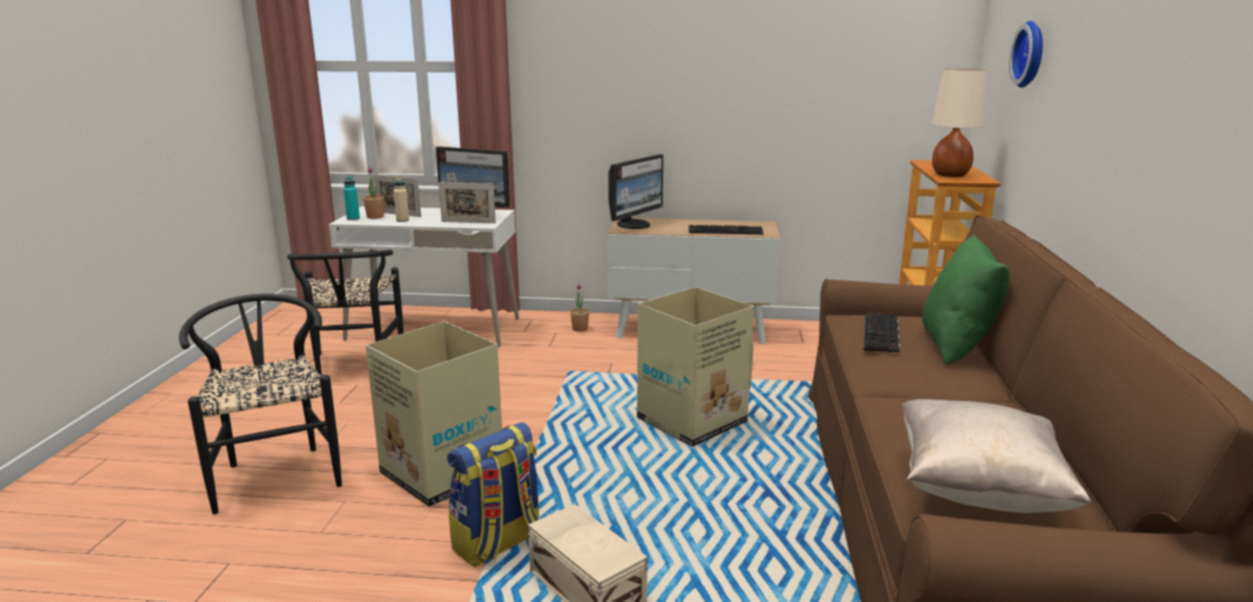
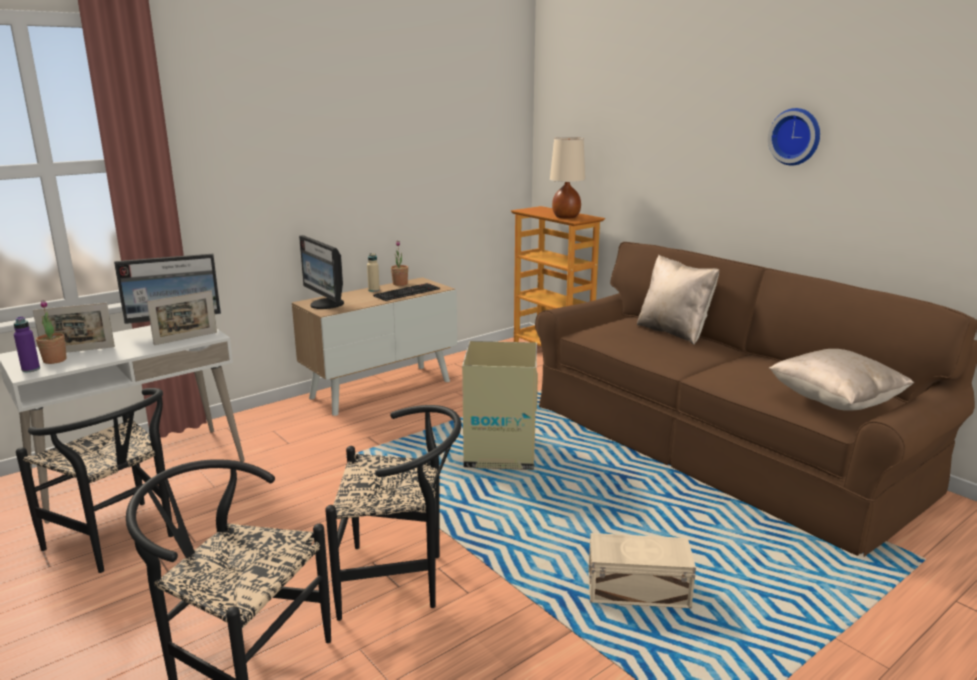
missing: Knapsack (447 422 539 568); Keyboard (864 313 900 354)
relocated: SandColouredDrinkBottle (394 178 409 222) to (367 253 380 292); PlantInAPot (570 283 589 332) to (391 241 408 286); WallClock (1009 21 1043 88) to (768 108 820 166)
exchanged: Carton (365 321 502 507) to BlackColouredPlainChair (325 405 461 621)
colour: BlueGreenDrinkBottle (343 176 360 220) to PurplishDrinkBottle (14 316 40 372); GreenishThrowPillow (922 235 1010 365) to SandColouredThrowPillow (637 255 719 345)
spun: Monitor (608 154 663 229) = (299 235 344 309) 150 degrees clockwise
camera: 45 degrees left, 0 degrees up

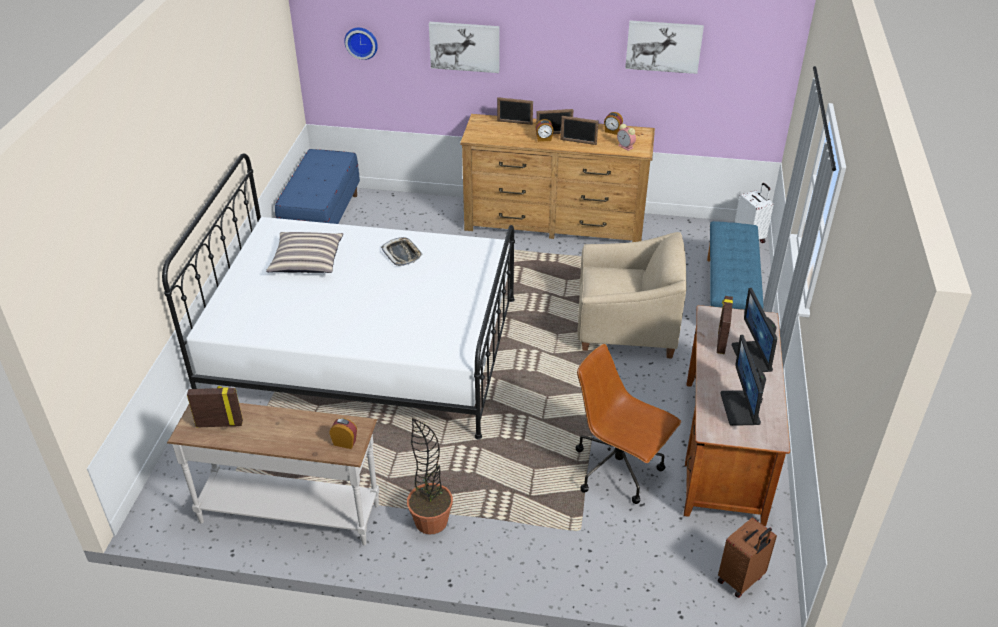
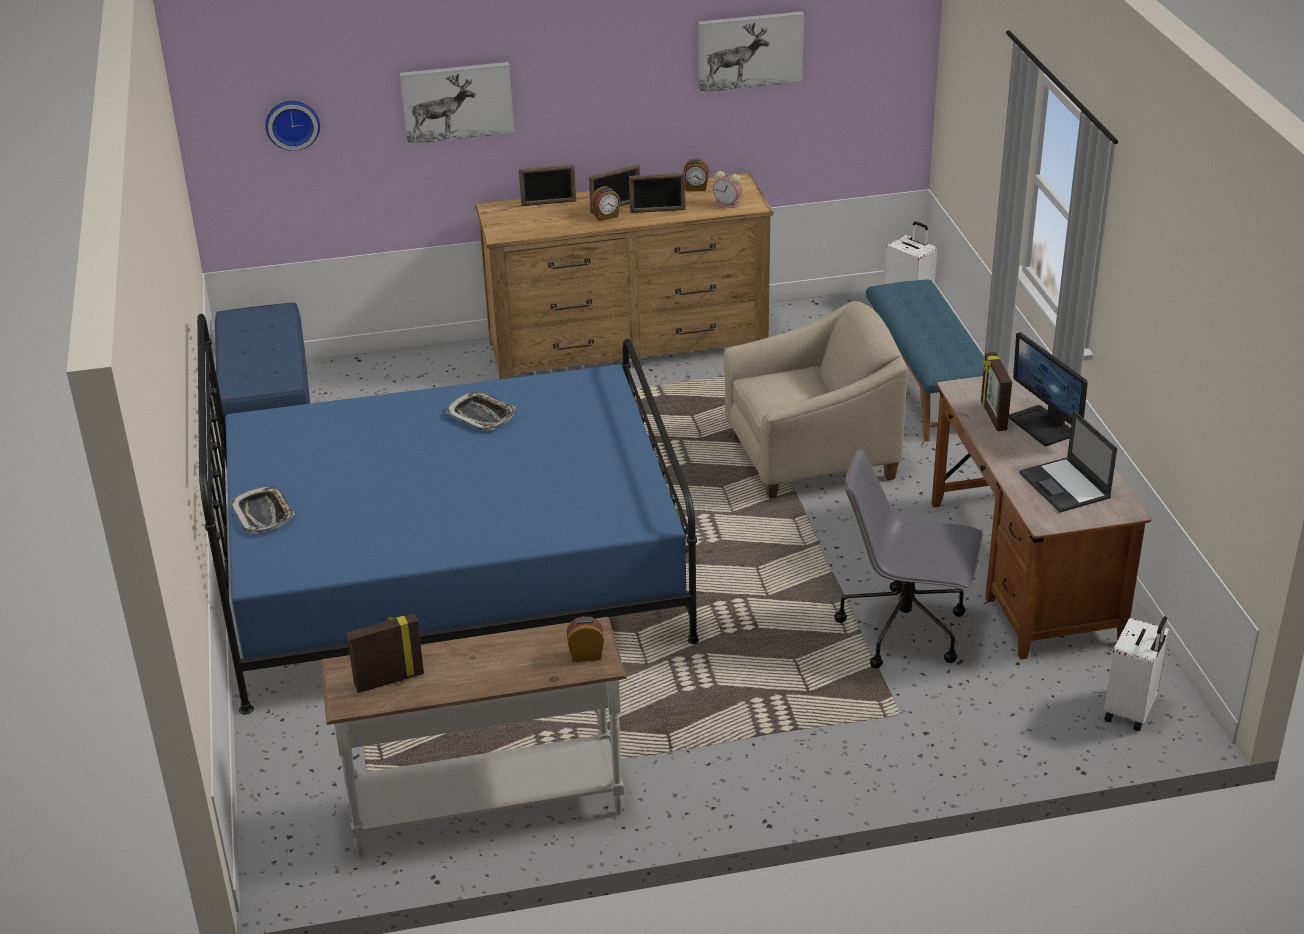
missing: ThrowPillow (266 232 343 273); PlantInAPot (407 418 453 534)
appeared: ServingTray (230 486 295 534)
exchanged: Monitor (720 335 766 426) to PortableComputer (1019 410 1117 512)
colour: WhitishBedroomBed (162 153 515 439) to BlueBedroomBed (197 314 699 715); BrownishComputerChair (576 344 681 504) to GreyComputerChair (834 449 983 668); BrownishSuitcase (718 517 777 598) to WhitishSuitcase (1104 616 1169 731)
camera: 20 degrees left, 5 degrees down

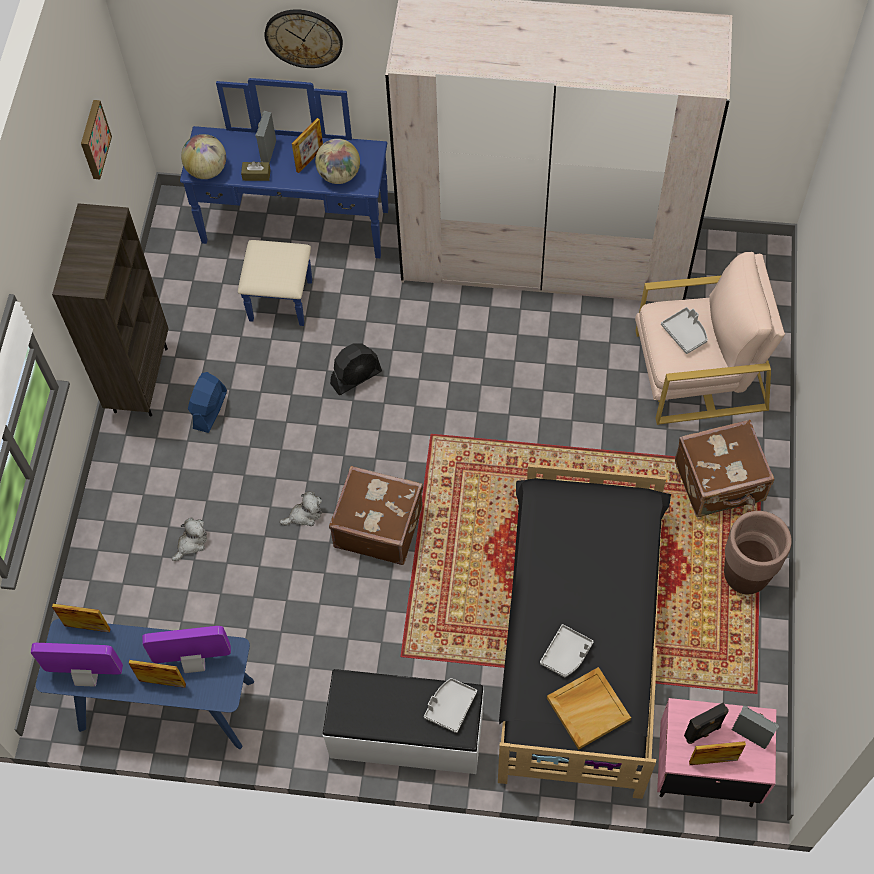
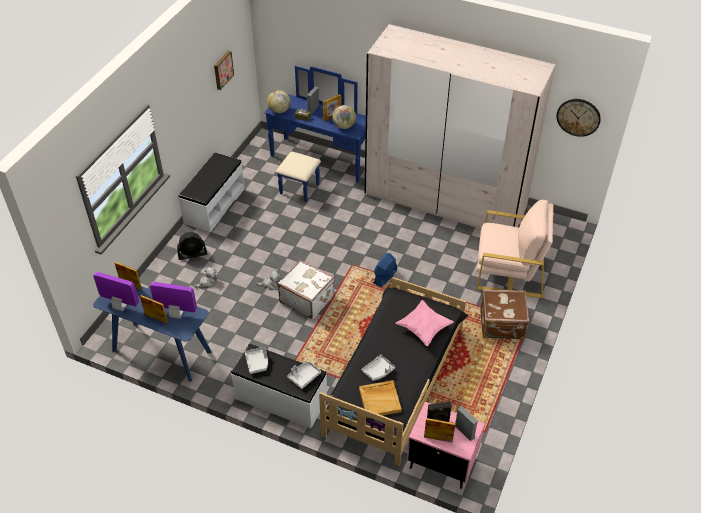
missing: BrownishPlanter (724 511 792 594)
appeared: PinkThrowPillow (396 300 454 346)
relocated: BlueElectricFan (188 372 227 433) to (373 253 397 287); WallClock (265 9 343 68) to (556 99 601 137); BlackColouredElectricFan (330 344 382 395) to (177 232 207 260); GreyServingTray (661 307 708 354) to (245 347 268 374)
exchanged: BrownishBookcase (52 203 169 416) to WhitishLongSeat (178 153 245 233)
colour: BrownishSuitcase (329 466 423 565) to WhitishSuitcase (278 260 335 319)
camera: 15 degrees right, 15 degrees down

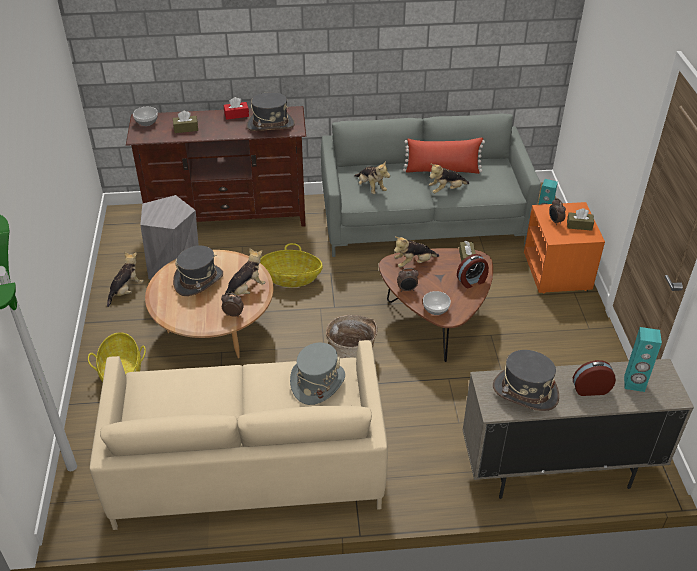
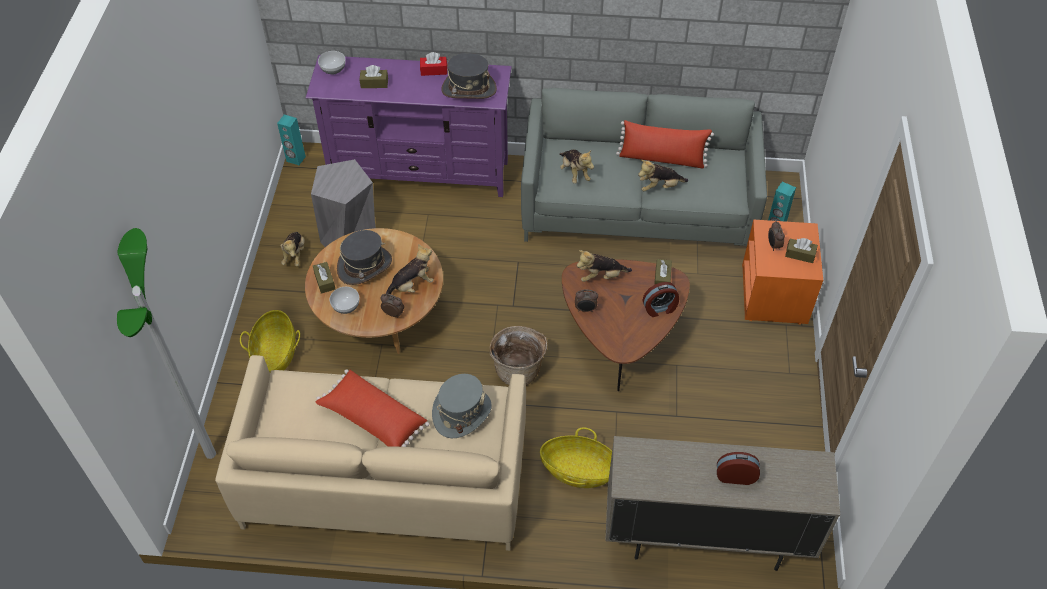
missing: GreyClothingHat (493 350 559 411)
appeared: BrownishTissueHolder (313 262 335 294); ReddishThrowPillow (316 370 430 447)
relocated: HouseholdBasket (260 243 323 287) to (540 427 612 488); Bowl (423 291 451 315) to (330 287 359 314); BlueGreenLoudspeaker (624 327 662 392) to (277 114 306 165)
colour: BrownishTvUnit (126 106 306 227) to PurplishTvUnit (306 55 512 197)
spun: CuddlyToy (107 252 144 307) = (280 232 305 267) 135 degrees clockwise
camera: 10 degrees right, 10 degrees up

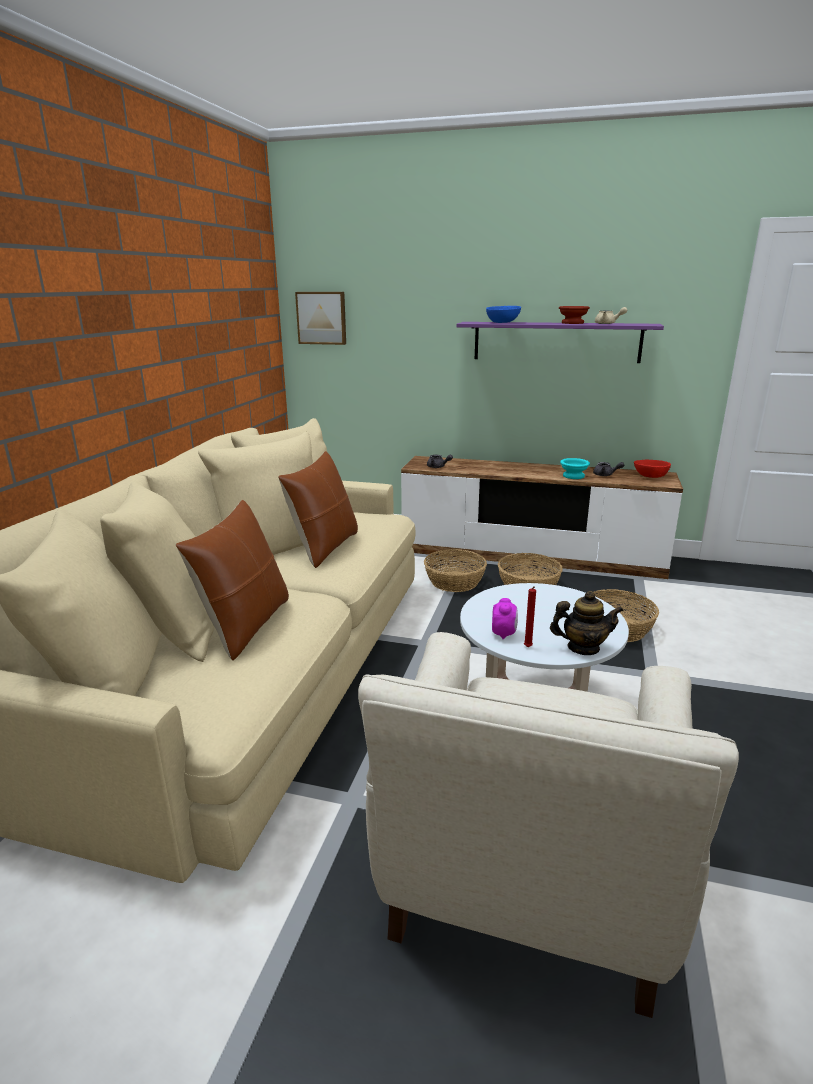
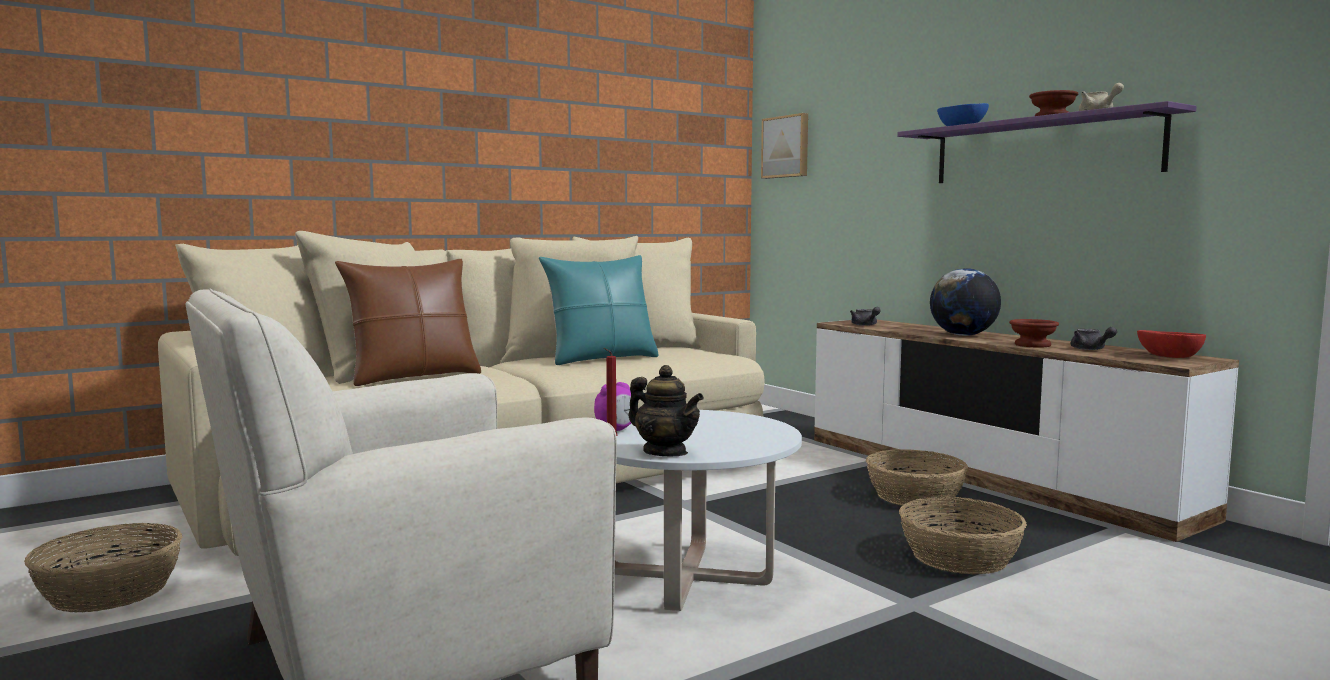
appeared: Globe (930 268 1001 336)
relocated: HouseholdBasket (424 549 487 592) to (24 523 182 612)
colour: BrownishThrowPillow (278 451 358 568) to BlueGreenThrowPillow (539 255 659 365); BlueGreenBowl (560 458 590 479) to BrownishBowl (1009 319 1059 348)
camera: 40 degrees right, 15 degrees down

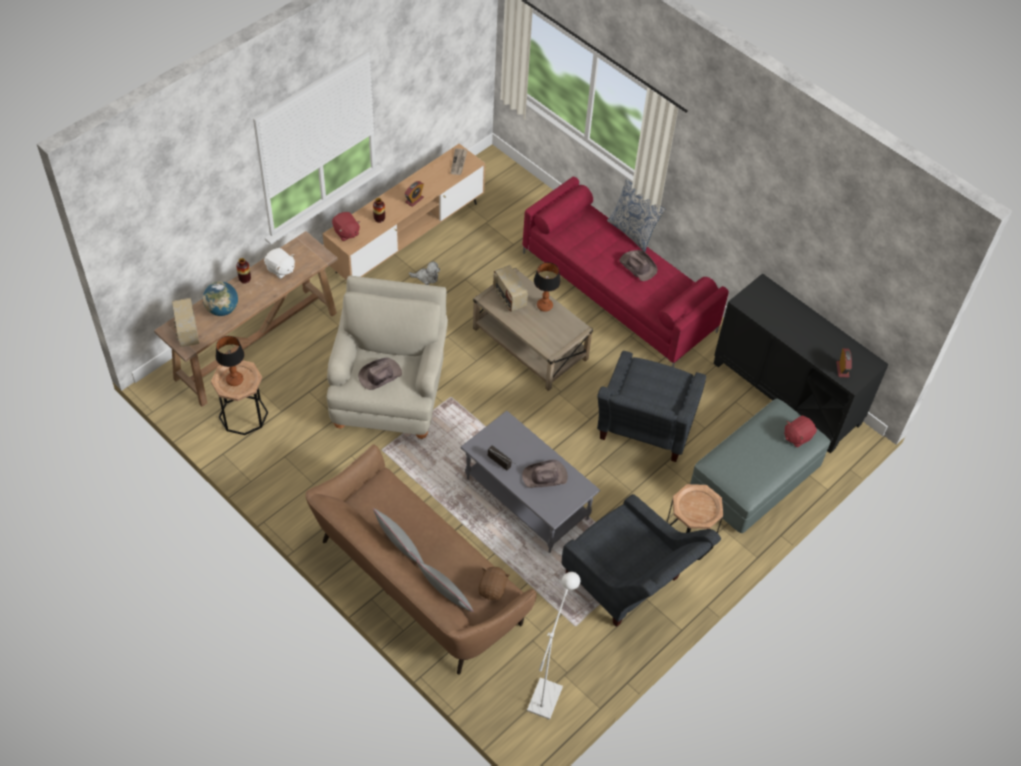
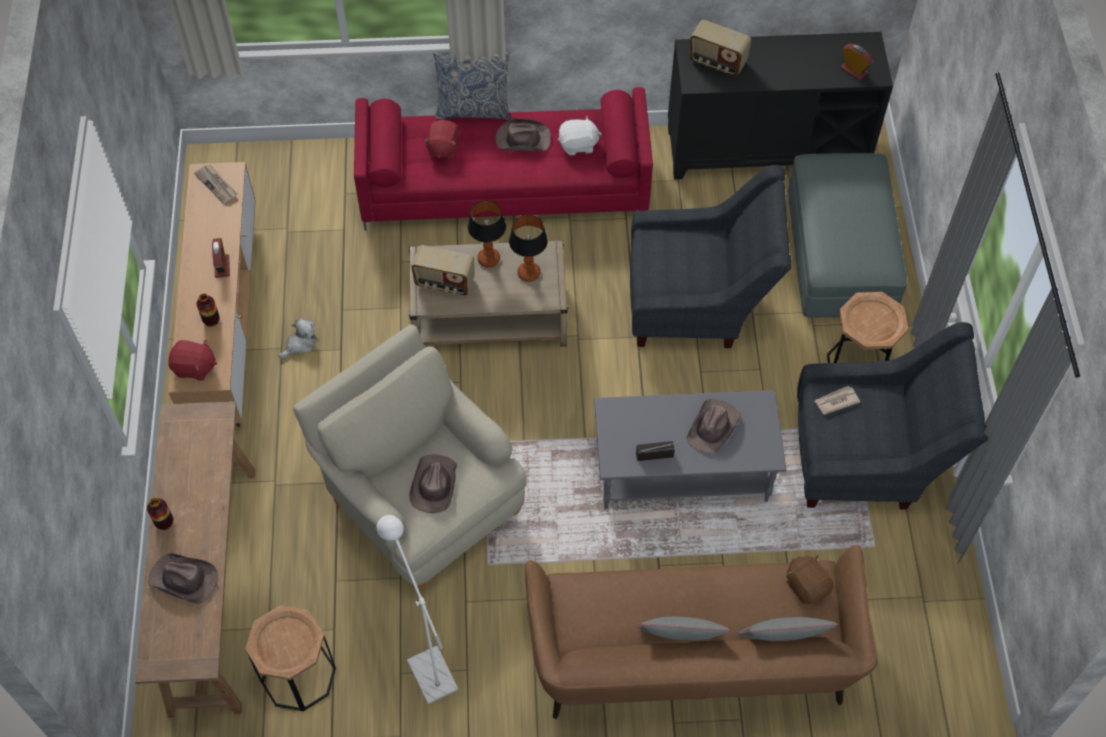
appeared: Newspaper (815 386 860 415)
relocated: RadioReceiver (172 298 199 347) to (689 20 752 76); LampForATable (216 336 245 386) to (509 214 548 282); WhitishCuddlyToy (264 248 295 279) to (558 115 602 156); WhitishStandardLamp (527 572 580 720) to (377 515 458 704); ReddishCuddlyToy (784 416 817 448) to (424 120 459 159)
exchanged: Globe (203 281 238 316) to BrownishClothingHat (148 553 218 604)
spun: GreyEasyChair (597 351 706 462) = (630 165 792 348) 60 degrees counterclockwise
camera: 45 degrees left, 5 degrees up

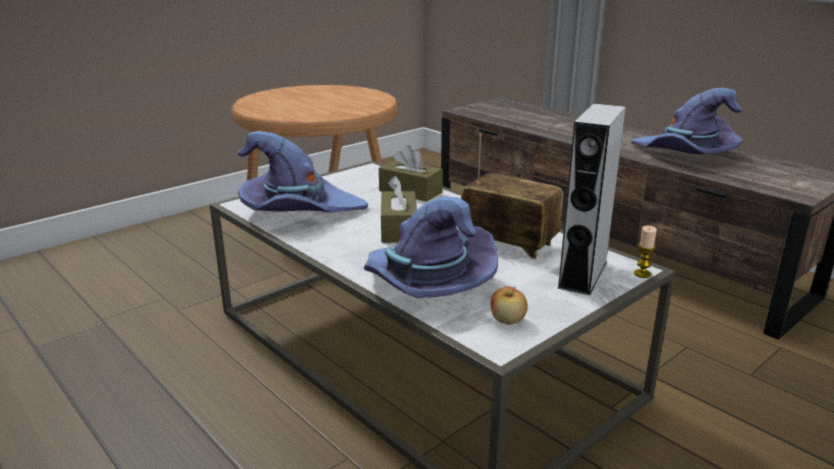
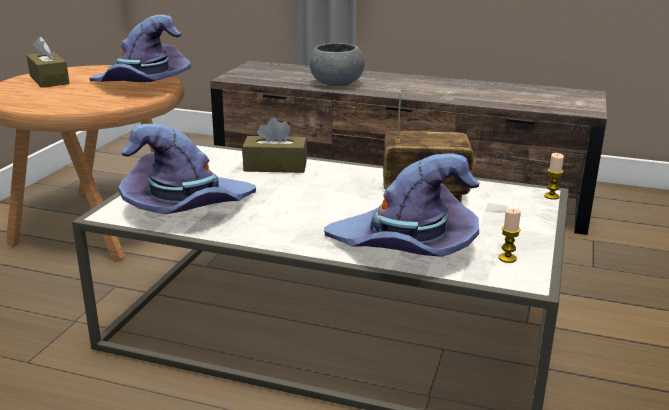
missing: GreyLoudspeaker (557 103 626 295)
appeared: GreyBowl (310 43 364 86)
relocated: BrownishTissueHolder (381 176 417 243) to (27 36 70 88); PurplishClothingHat (631 88 743 154) to (89 15 191 82)
exchanged: WholeApple (491 286 528 325) to WaxLight (498 209 521 263)
camera: 30 degrees left, 0 degrees up

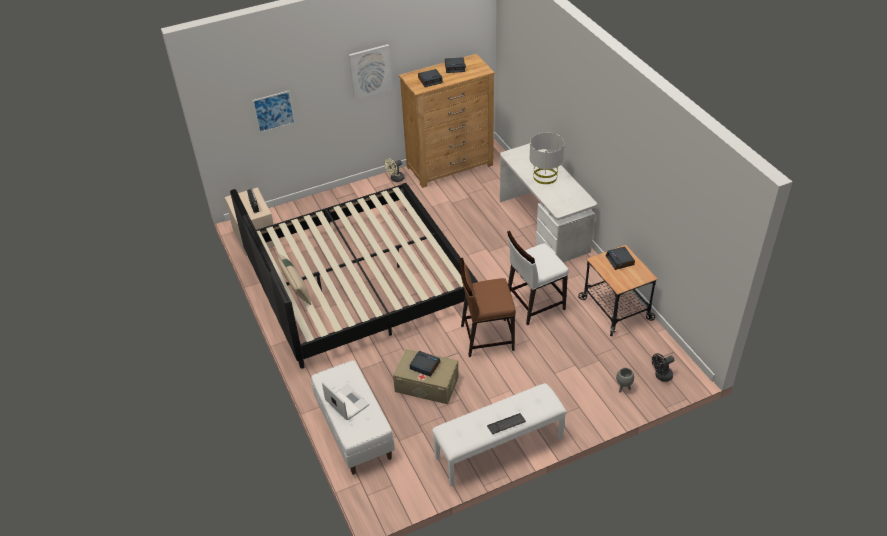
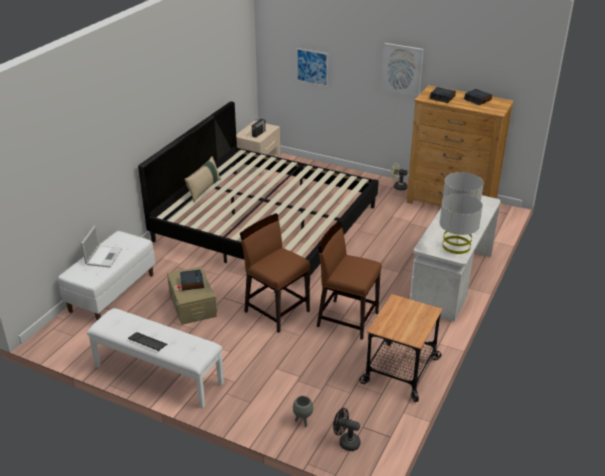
missing: AlarmClock (606 247 635 270)
appeared: GreyLampForATable (439 194 483 254)
colour: WhitishPlainChair (507 231 569 325) to BrownishPlainChair (317 221 382 340)
camera: 50 degrees right, 10 degrees down

